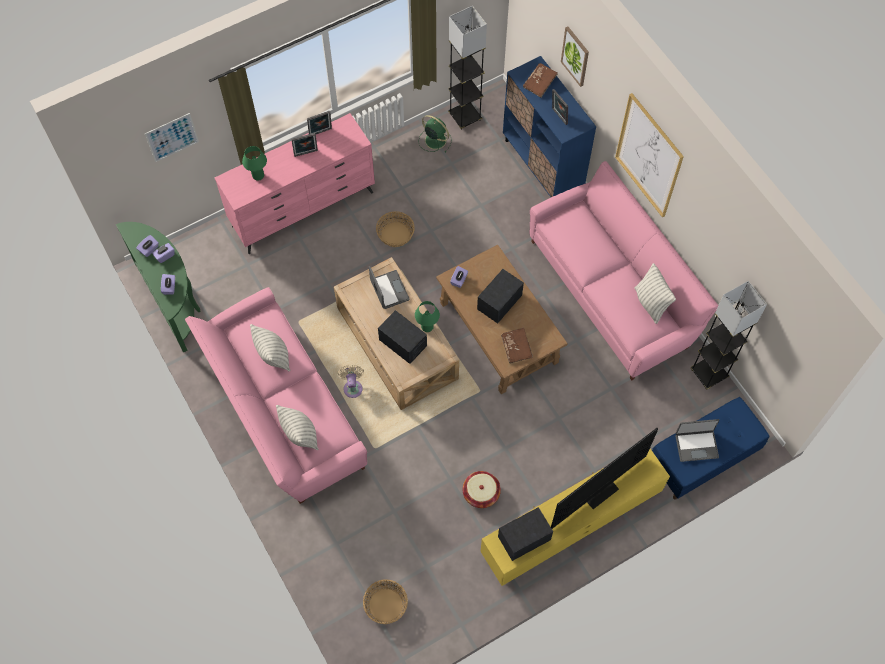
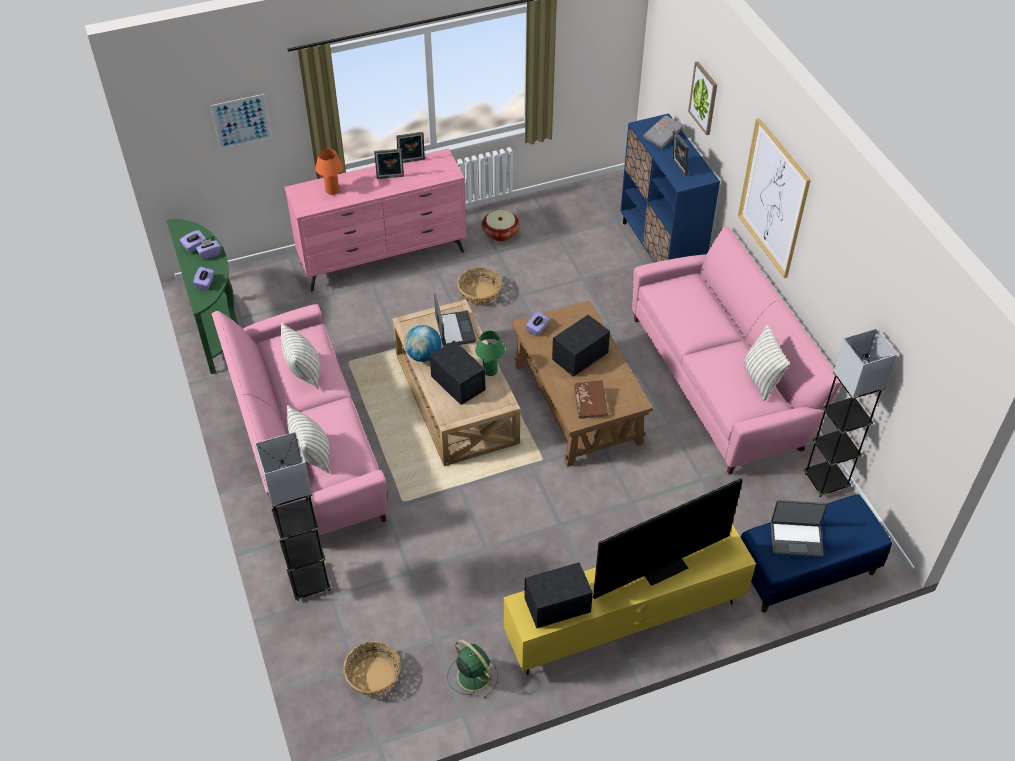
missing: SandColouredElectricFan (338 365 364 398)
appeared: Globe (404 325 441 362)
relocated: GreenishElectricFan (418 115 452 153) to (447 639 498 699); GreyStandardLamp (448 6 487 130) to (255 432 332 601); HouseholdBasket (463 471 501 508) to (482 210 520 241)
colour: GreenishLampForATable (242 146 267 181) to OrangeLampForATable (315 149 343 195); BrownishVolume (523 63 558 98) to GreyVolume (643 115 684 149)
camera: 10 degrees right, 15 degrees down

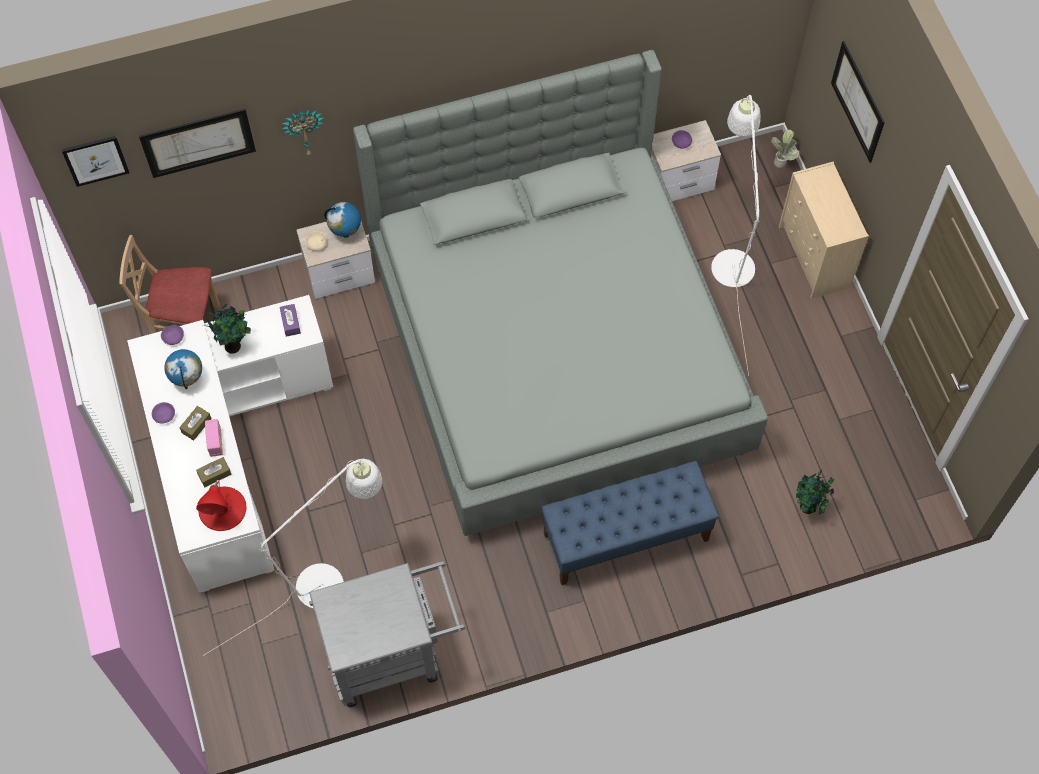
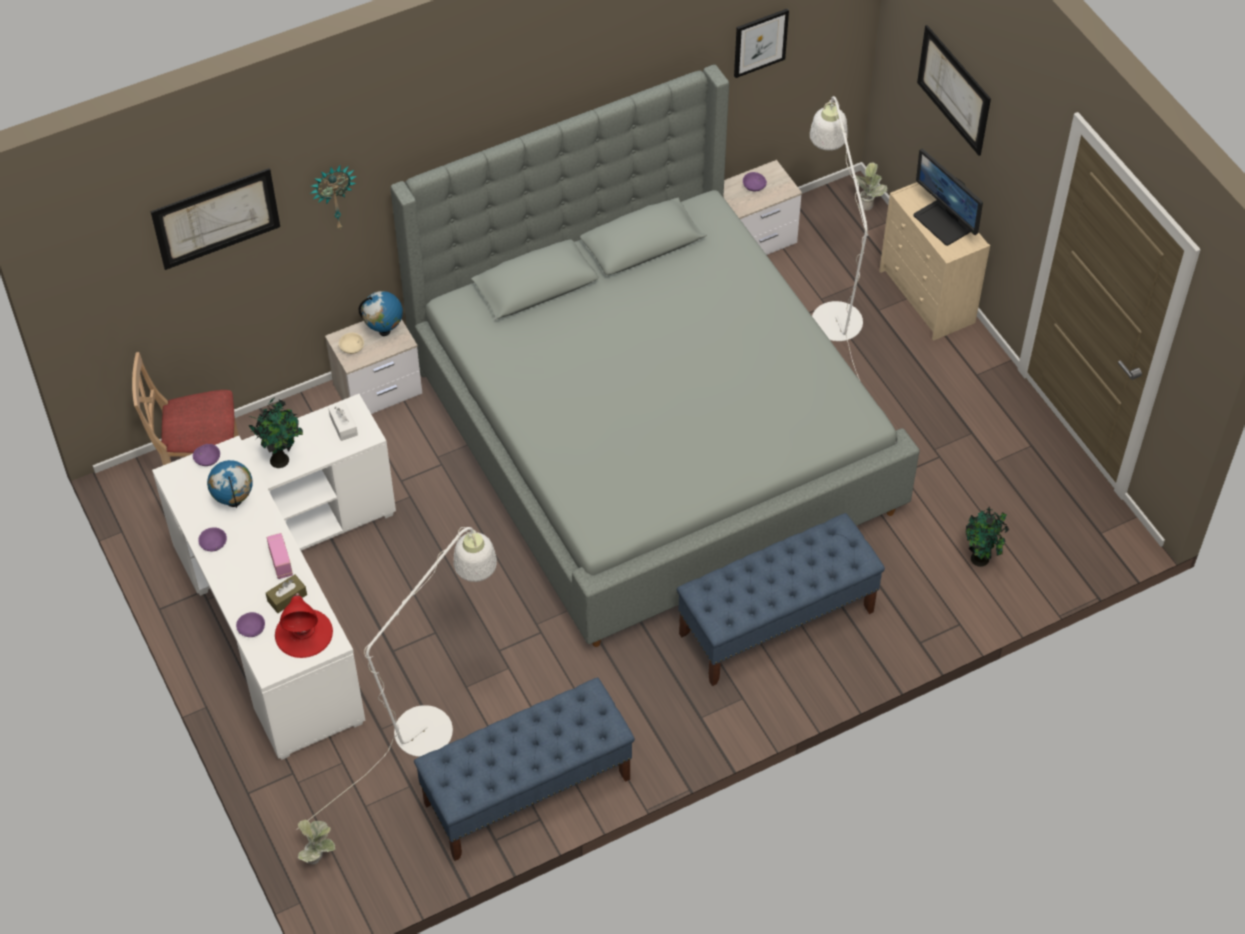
missing: BrownishTissueHolder (179 406 211 441)
appeared: PurplishBowl (236 612 265 637); PlantInAPot (298 819 335 865); Monitor (914 148 983 246)
relocated: Picture (61 136 129 187) to (734 9 789 78)
exchanged: GreyTrolley (309 561 465 707) to BlueLongSeat (414 677 635 861)
colour: PurplishTissueHolder (280 304 301 337) to WhitishTissueHolder (328 403 358 441)
camera: 10 degrees left, 10 degrees down

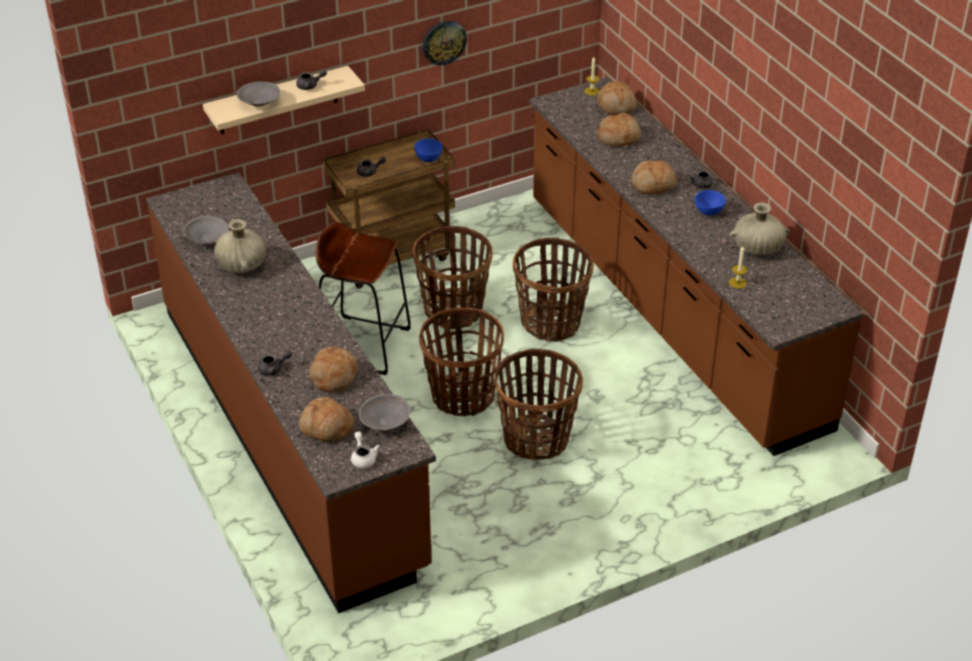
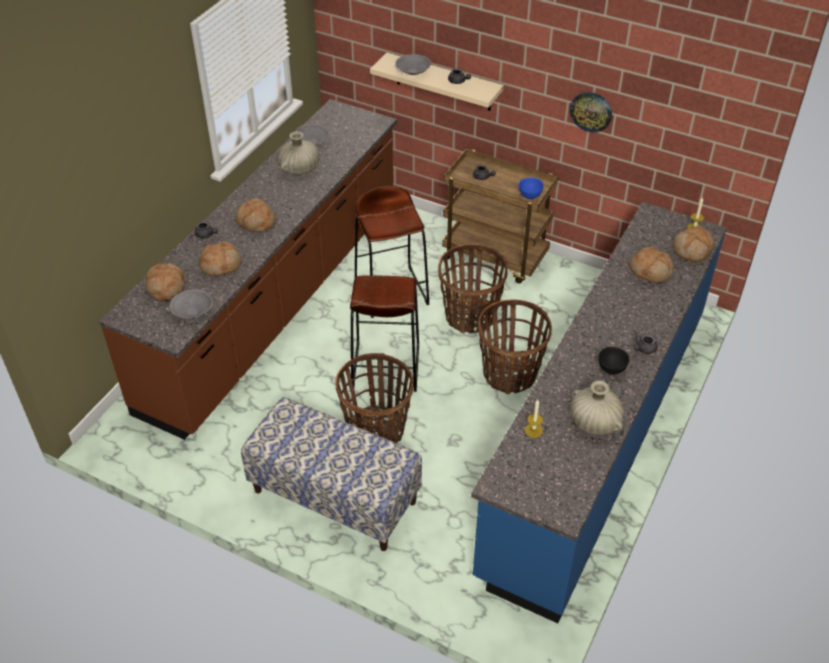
missing: WhitishTeaPot (351 431 380 469)
appeared: LongSeat (241 397 422 551)
relocated: BakedBread (632 160 677 194) to (235 199 276 232)
exchanged: HouseholdBasket (419 307 504 416) to BrownishStool (350 275 419 392)
colour: BrownishKitchenBaseUnit (530 77 863 456) to BlueKitchenBaseUnit (471 202 727 623); BlueBowl (695 190 726 215) to BlackColouredBowl (598 347 629 375)
camera: 55 degrees right, 5 degrees up

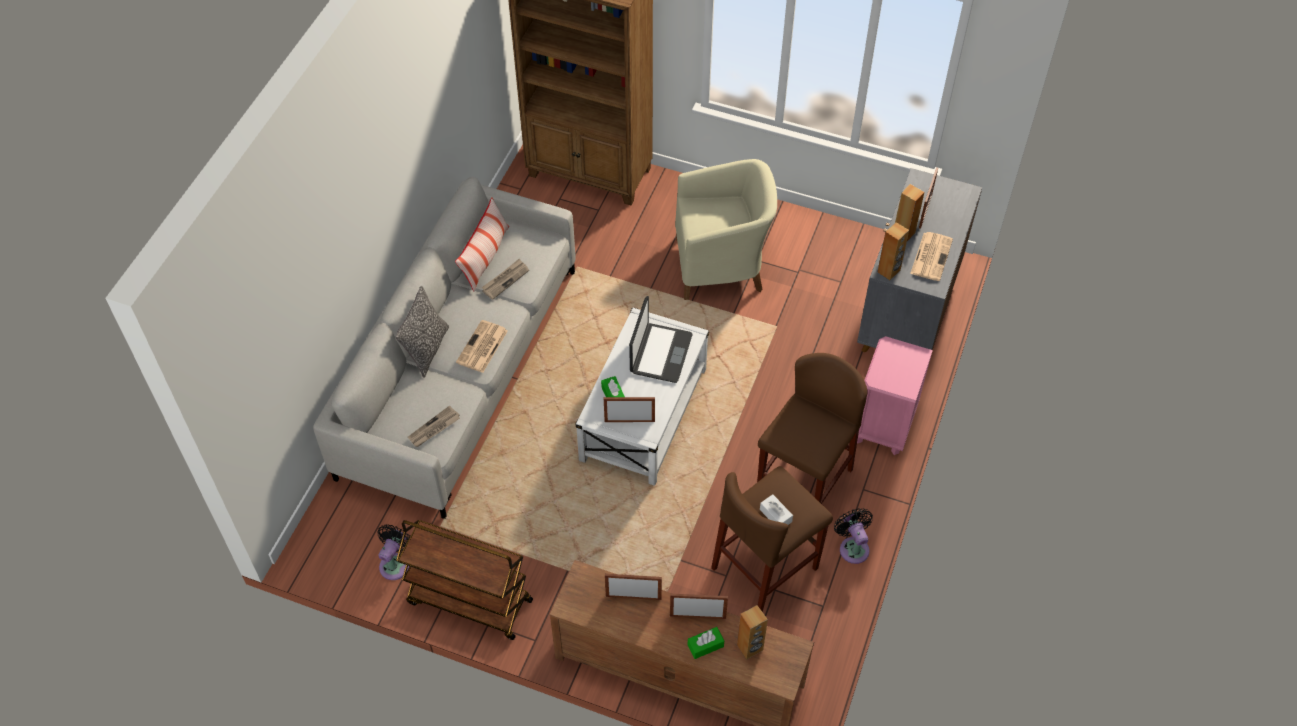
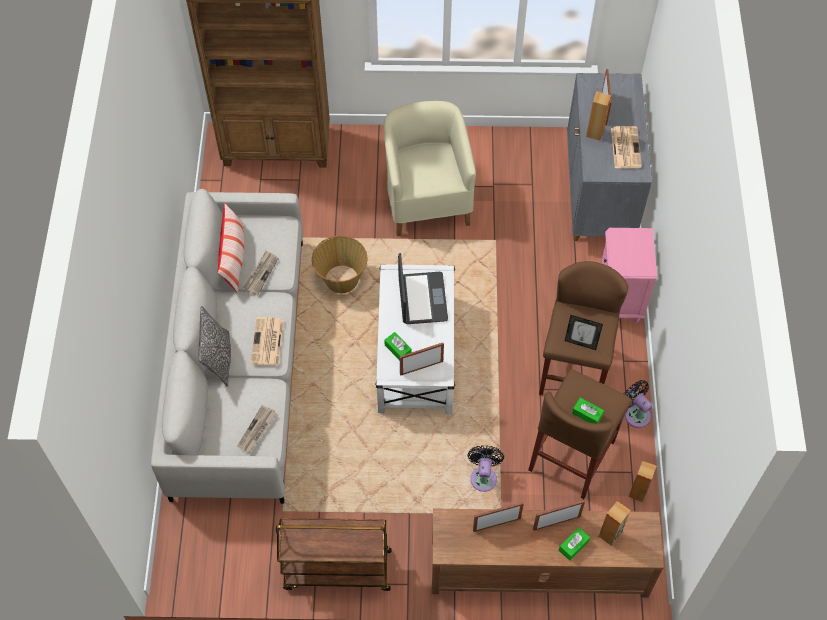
appeared: HouseholdBasket (312 236 367 293); PictureFrame (565 315 603 350)
relocated: BlackColouredElectricFan (378 524 410 580) to (467 445 504 492); BrownishLoudspeaker (877 222 909 280) to (629 461 656 502)
colour: WhitishTissueHolder (760 494 793 525) to GreenishTissueHolder (572 398 604 423)
spun: SandColouredEasyChair (675 159 777 300) = (383 101 476 236) 75 degrees counterclockwise
camera: 20 degrees left, 5 degrees up

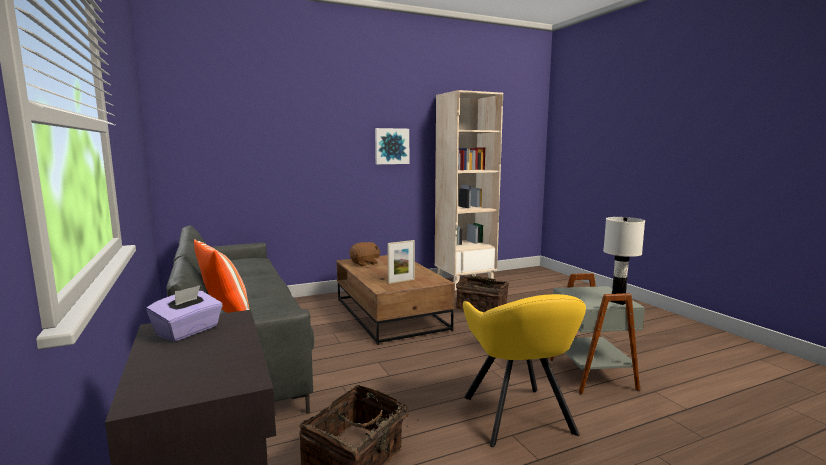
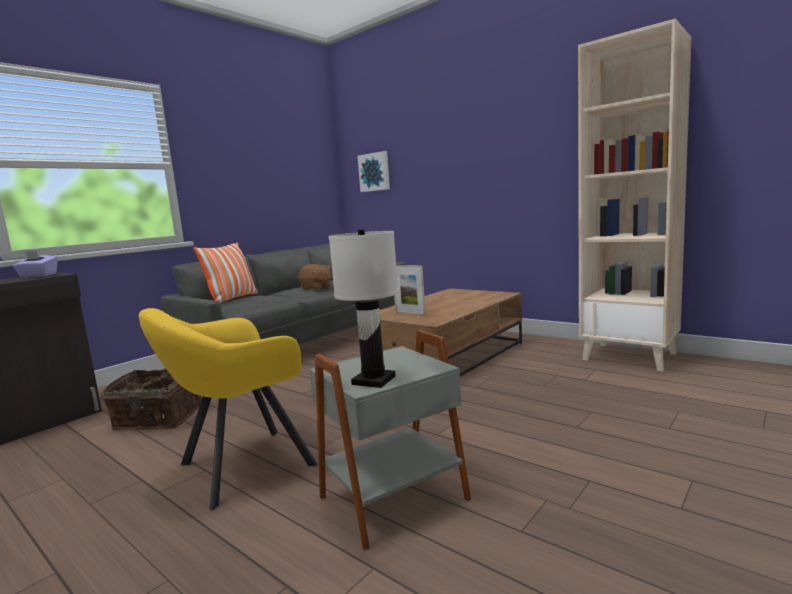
missing: HouseholdBasket (456 276 509 313)
relocated: BrownishCuddlyToy (349 242 380 266) to (298 264 332 290); Picture (375 128 409 164) to (357 151 390 192)
camera: 65 degrees right, 0 degrees up

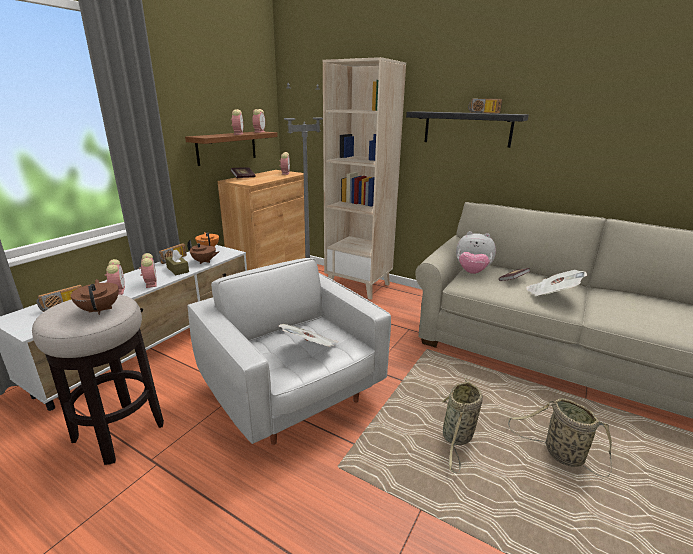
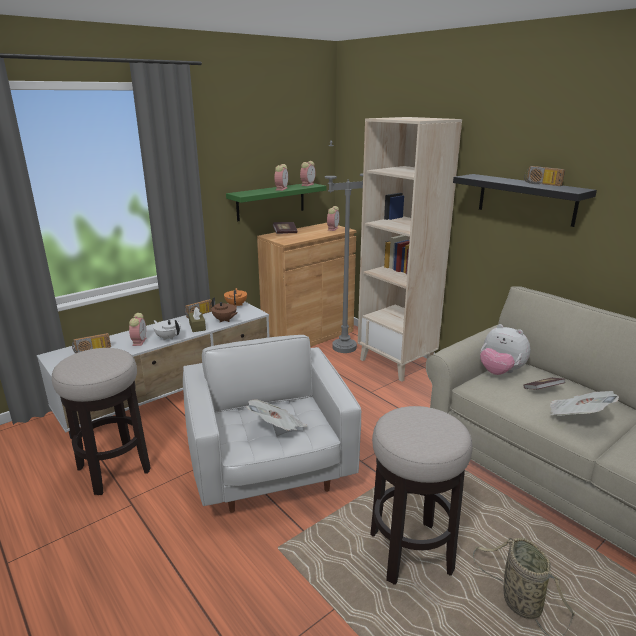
missing: BrownishTeaPot (70 279 119 315)
exchanged: AlarmClock (139 253 157 288) to WhitishTeaPot (153 320 181 340); HouseholdBasket (441 378 483 473) to Stool (370 406 473 585)
colour: BrownishBracketShelf (185 132 278 166) to GreenishBracketShelf (226 183 327 221)
camera: 20 degrees right, 0 degrees up

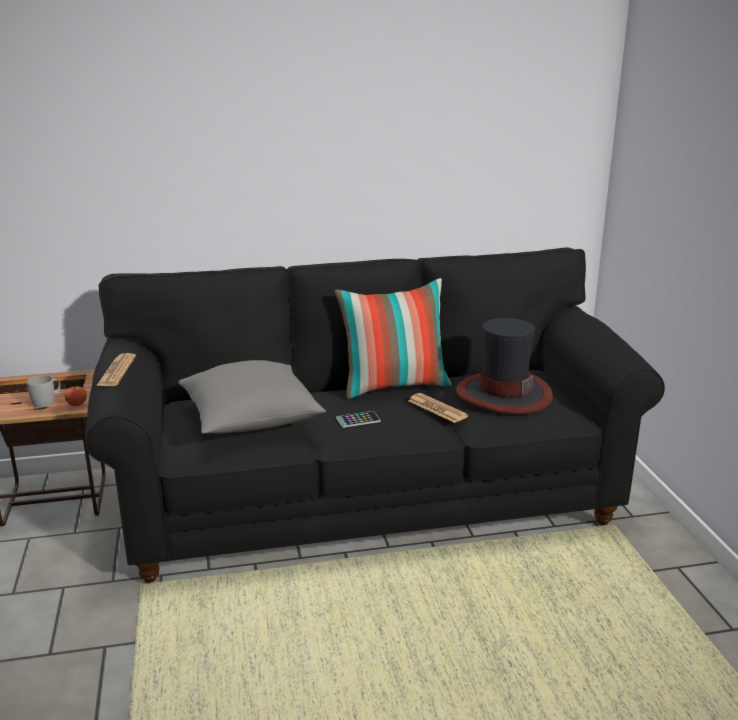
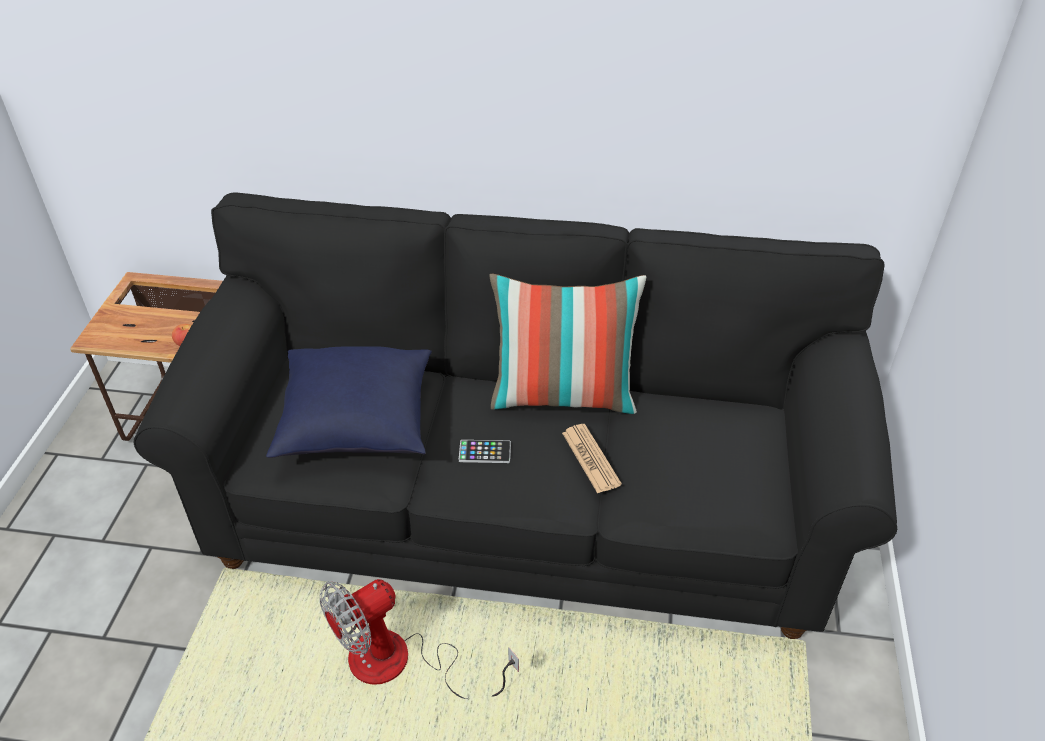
missing: WhitishMug (27 375 61 408); Newspaper (96 353 136 386); ClothingHat (456 318 553 415)
appeared: ElectricFan (320 579 519 699)
colour: GreyThrowPillow (178 360 326 434) to BlueThrowPillow (266 346 432 458)
camera: 20 degrees right, 20 degrees up

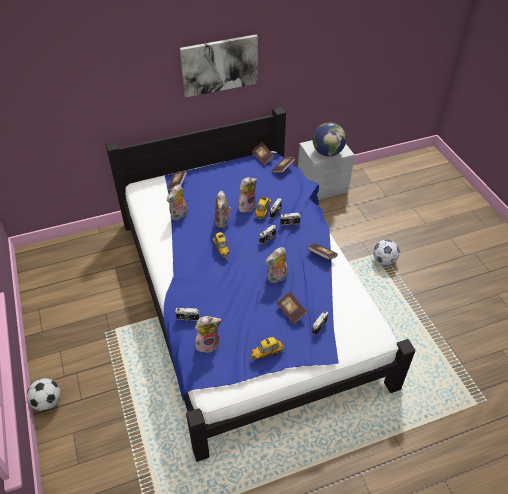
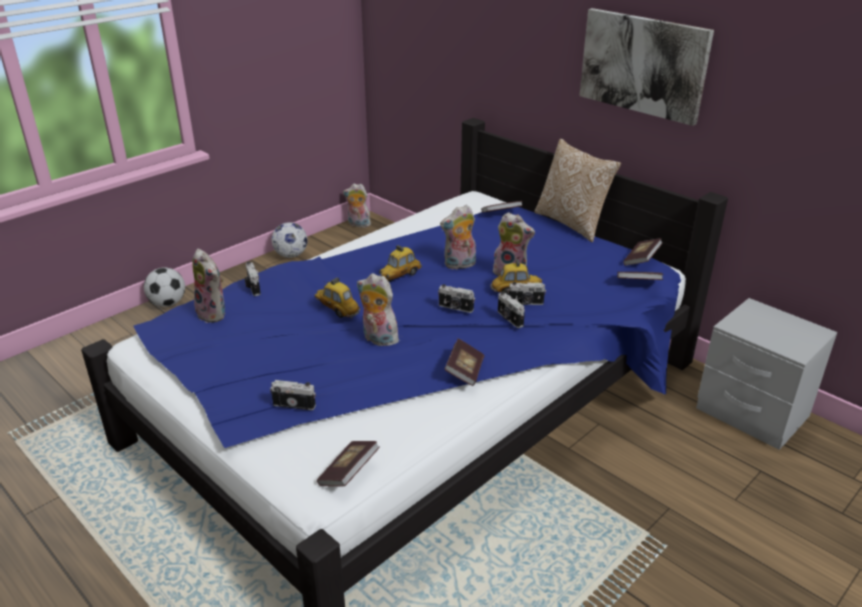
missing: Globe (313 122 346 156)
appeared: ThrowPillow (534 139 621 242)
relocated: CuddlyToy (167 184 188 220) to (343 183 371 228); ModelCar (250 337 284 360) to (314 277 360 319); Volume (276 291 307 324) to (317 441 380 487); BallForFootball (373 239 400 265) to (272 222 307 258)
camera: 65 degrees right, 15 degrees down

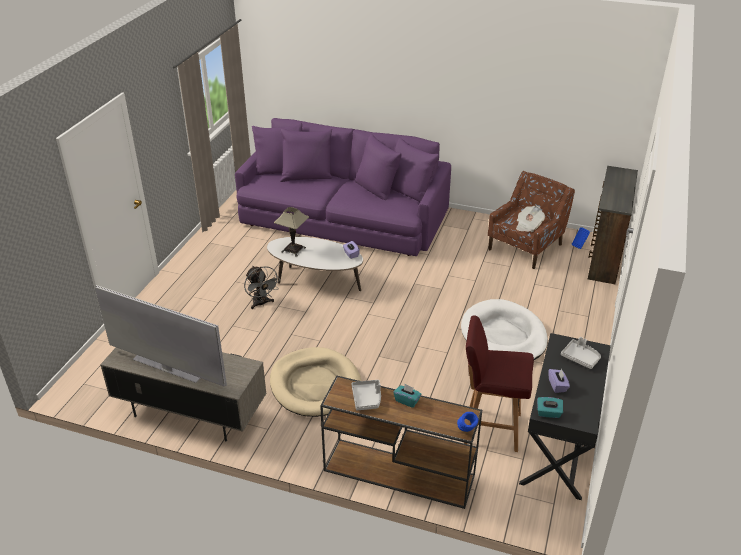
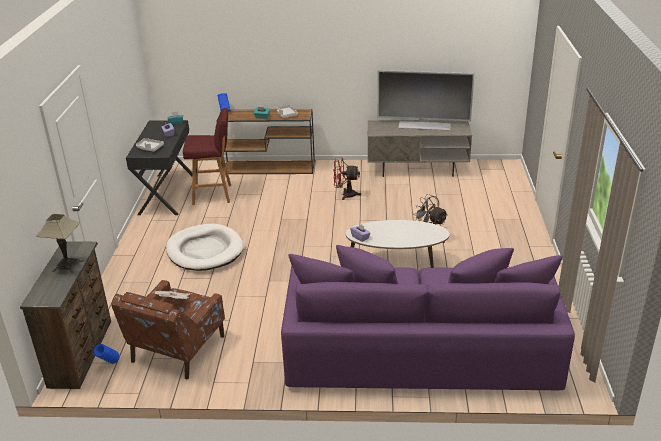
relocated: LampForATable (274 207 309 257) to (36 214 83 273)
exchanged: SandColouredDogCushion (270 347 361 417) to ReddishElectricFan (333 158 361 200)
camera: 165 degrees right, 5 degrees down

